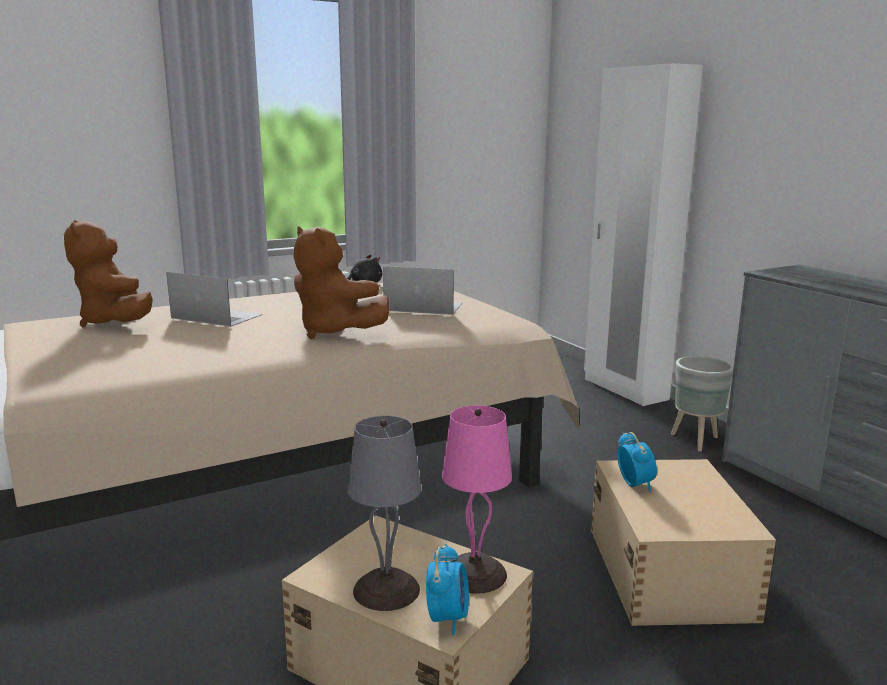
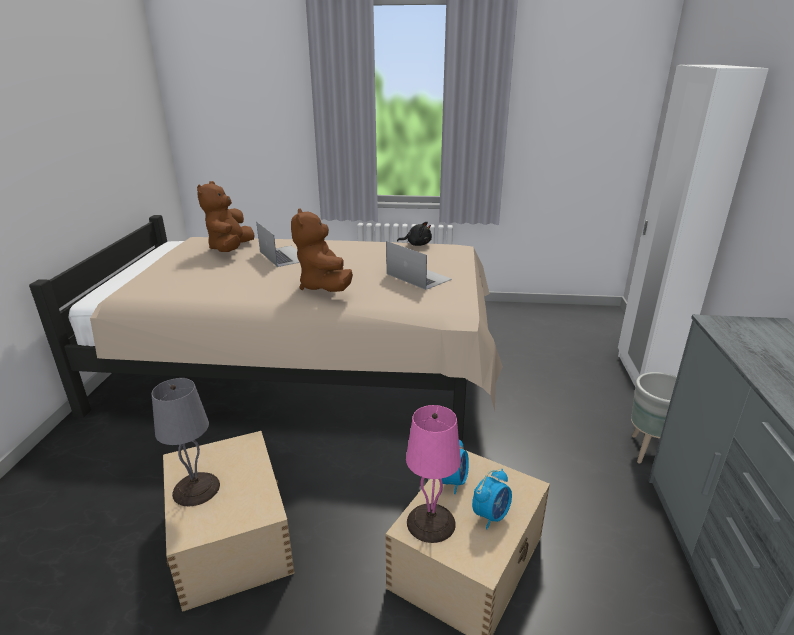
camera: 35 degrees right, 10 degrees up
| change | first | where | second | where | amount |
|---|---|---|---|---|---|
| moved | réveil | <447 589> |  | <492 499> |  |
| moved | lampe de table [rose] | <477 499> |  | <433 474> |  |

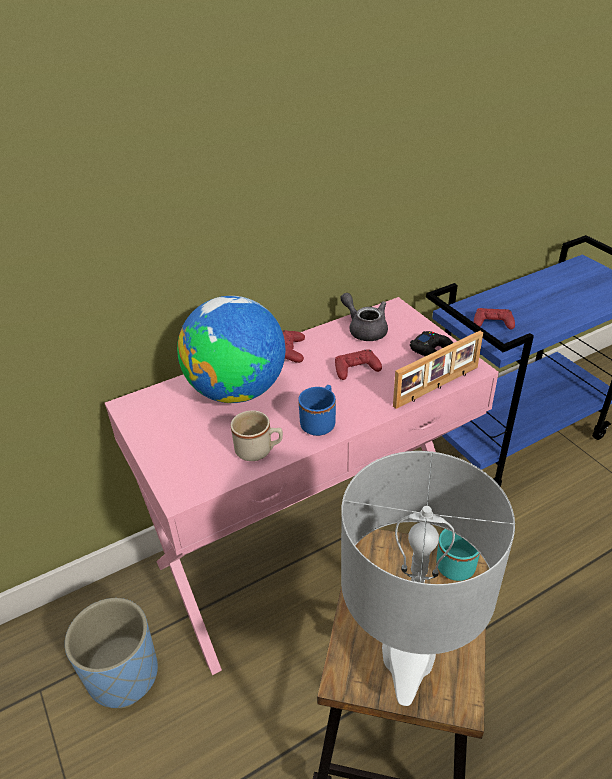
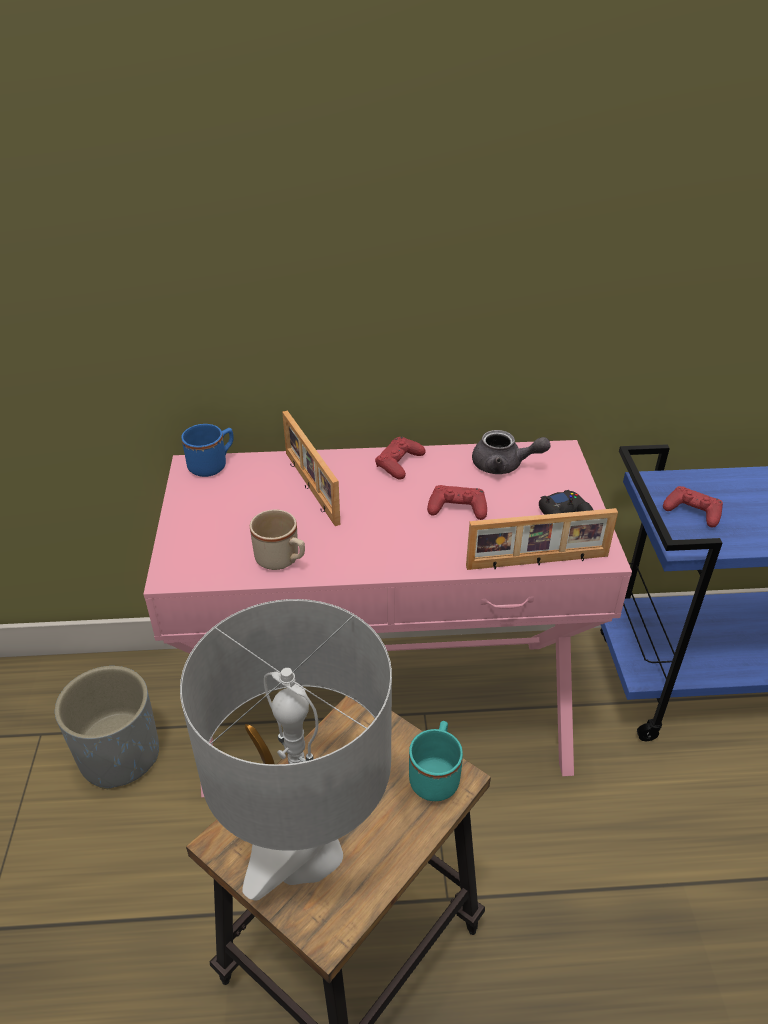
camera: 25 degrees right, 0 degrees up
| change | first | where | second | where | amount |
|---|---|---|---|---|---|
| moved | mug [bleu] | <317 410> |  | <207 450> |  |
| replaced | globe | <231 349> | cadre photo | <311 468> |  |
| recoloured | cache-pot [bleu] | <111 653> | cache-pot [gris] | <107 727> |  |
| turned | théière [gris] | <364 317> |  | <511 452> | 120 degrees clockwise |

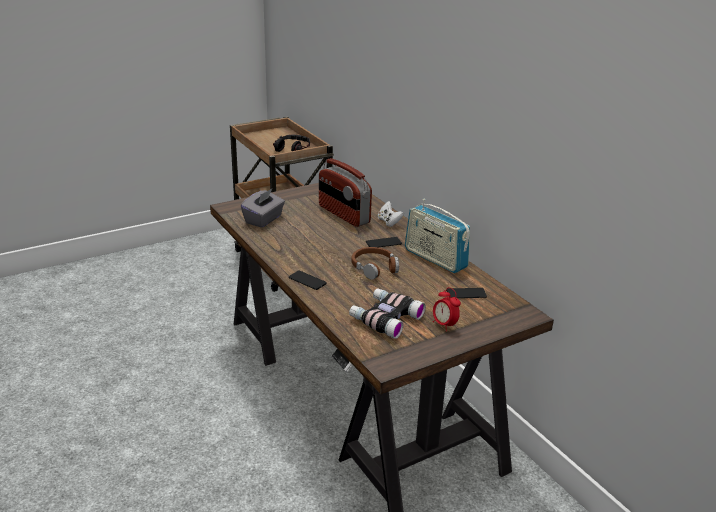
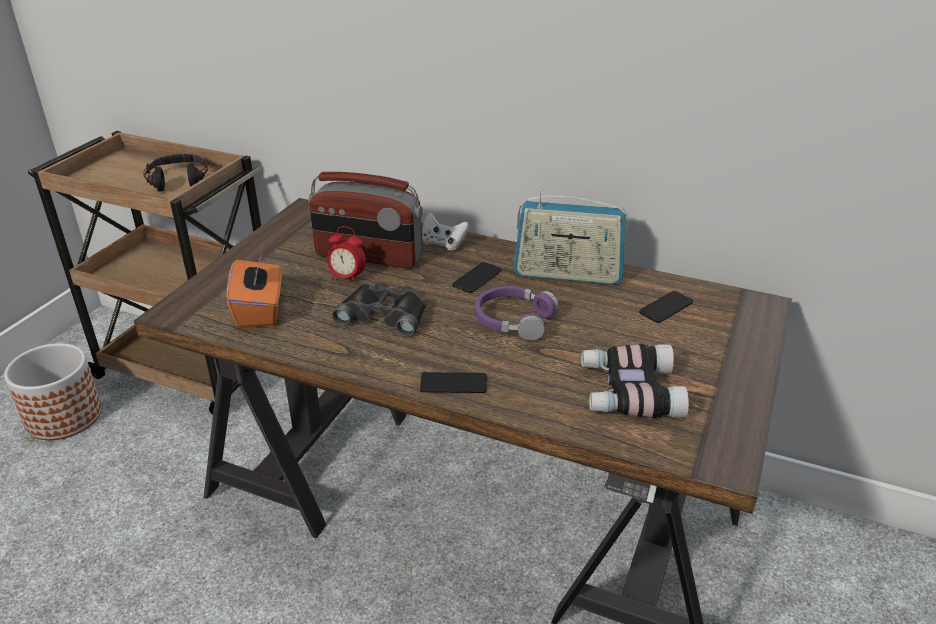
camera: 35 degrees left, 5 degrees up
| change | first | where | second | where | amount |
|---|---|---|---|---|---|
| added |  |  | cache-pot | <53 391> |  |
| added |  |  | jumelles [noir] | <379 309> |  |
| moved | réveil | <447 310> |  | <346 255> |  |
| recoloured | boîte à mouchoirs [gris] | <263 208> | boîte à mouchoirs [orange] | <254 291> |  |
| recoloured | casque audio [marron] | <375 263> | casque audio [violet] | <517 313> |  |

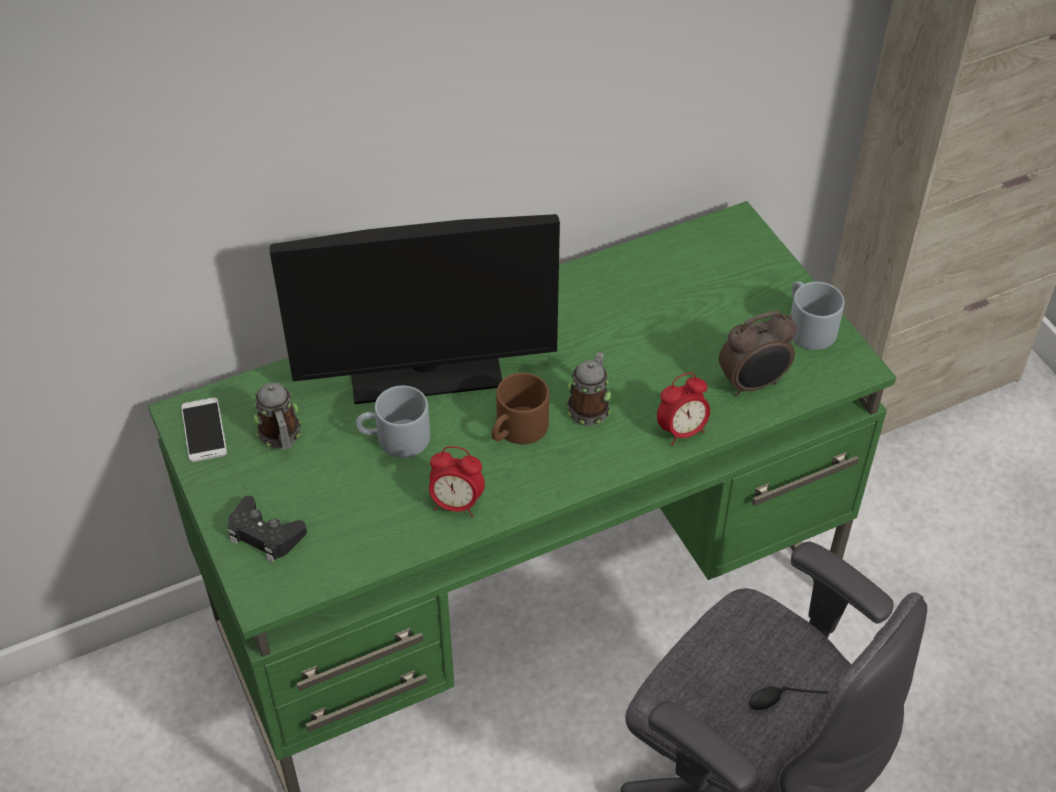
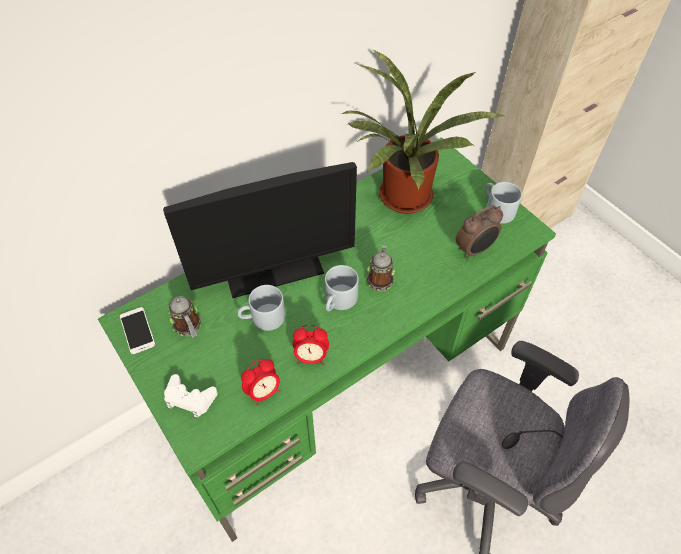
camera: 10 degrees left, 5 degrees up
| change | first | where | second | where | amount |
|---|---|---|---|---|---|
| added |  |  | plante en pot | <424 132> |  |
| moved | réveil | <683 409> |  | <260 382> |  |
| recoloured | manette [noir] | <267 529> | manette [blanc] | <191 396> |  |
| recoloured | mug [marron] | <520 408> | mug [gris] | <342 288> |  |

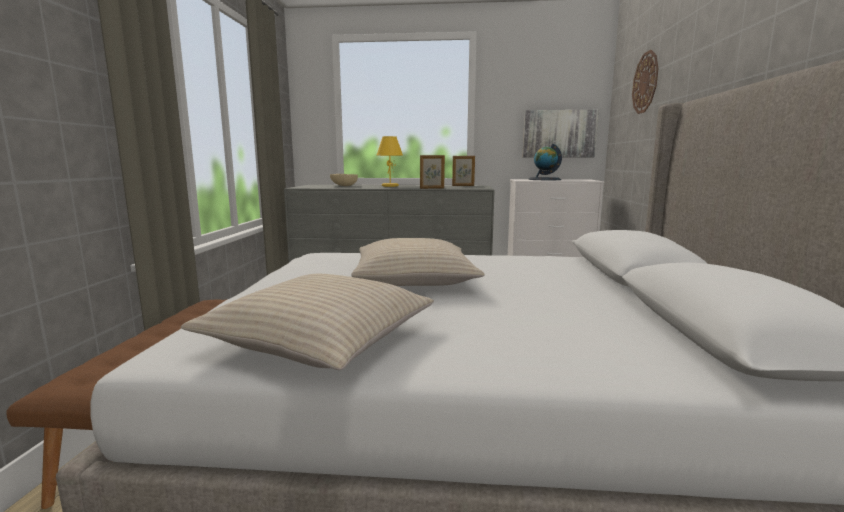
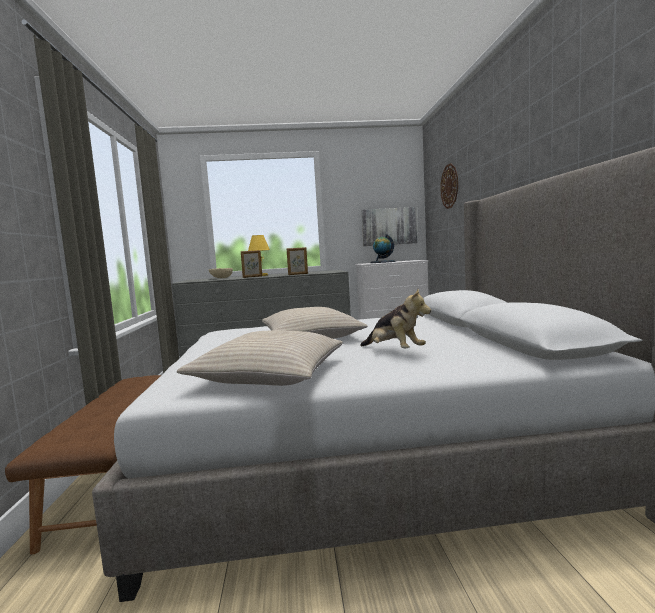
camera: 10 degrees left, 5 degrees down
| change | first | where | second | where | amount |
|---|---|---|---|---|---|
| added |  |  | peluche | <395 318> |  |
| moved | cadre photo | <463 171> |  | <251 264> |  |

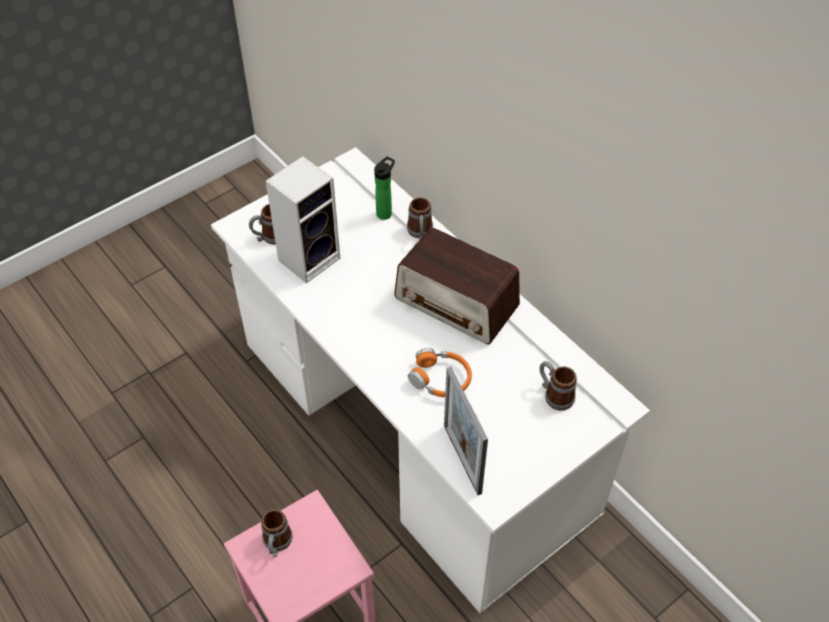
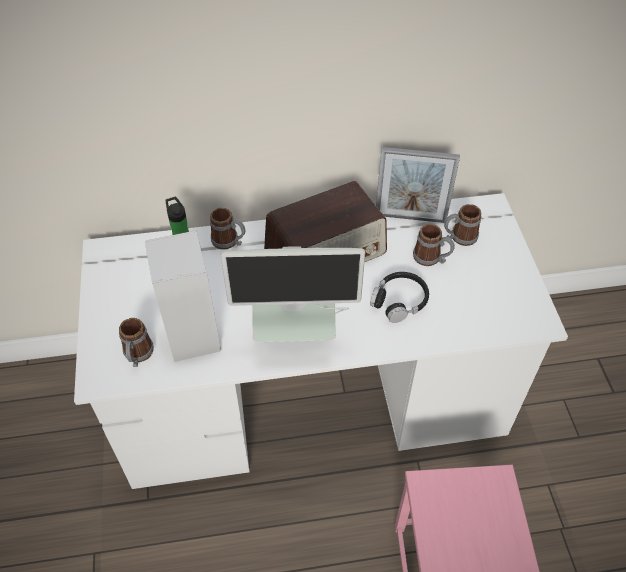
camera: 60 degrees left, 0 degrees up
| change | first | where | second | where | amount |
|---|---|---|---|---|---|
| added |  |  | écran d'ordinateur | <293 294> |  |
| moved | mug | <277 533> |  | <434 245> |  |
| moved | cadre photo | <466 431> |  | <418 185> |  |
| recoloured | casque audio [orange] | <440 372> | casque audio [noir] | <399 297> |  |

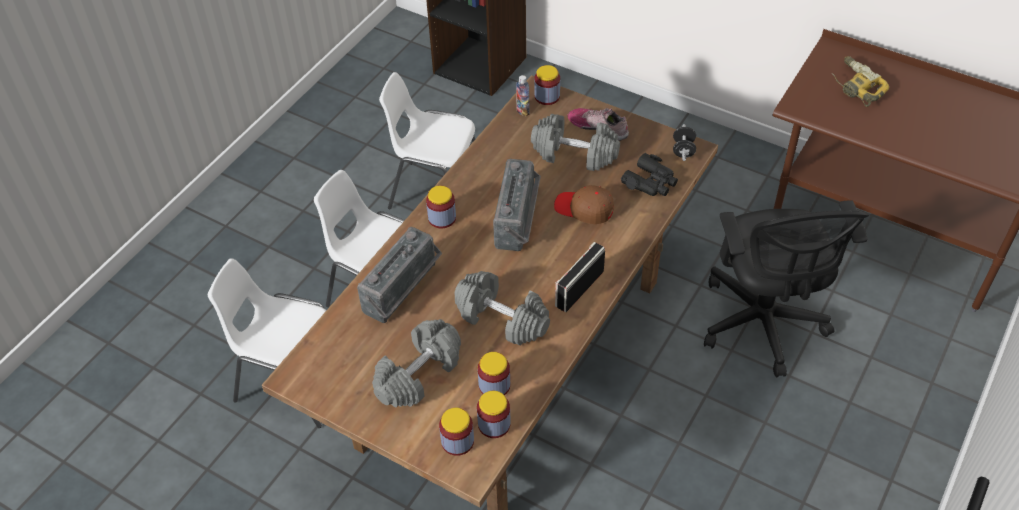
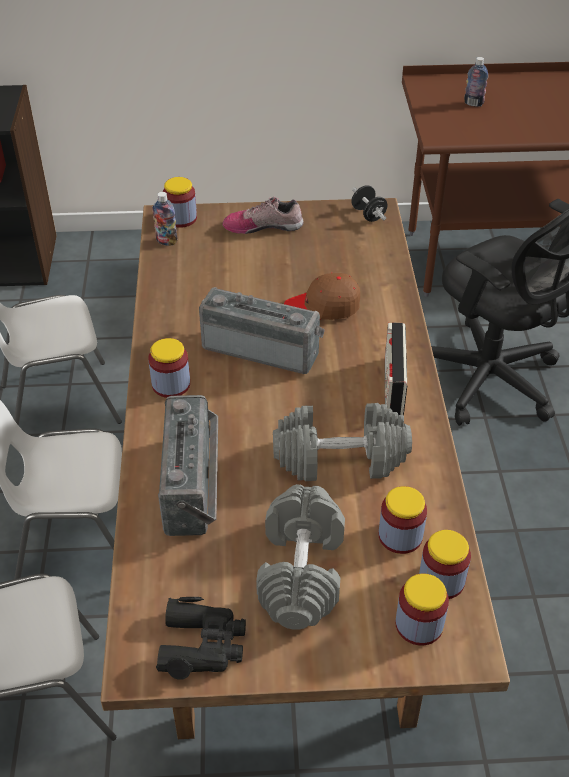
camera: 35 degrees left, 5 degrees down
| change | first | where | second | where | amount |
|---|---|---|---|---|---|
| removed | haltère [gris] | <575 142> |  |  |  |
| moved | jumelles [noir] | <649 174> |  | <201 638> |  |
| replaced | perceuse | <860 81> | bouteille | <476 82> |  |
| turned | radio | <517 205> |  | <262 330> | 45 degrees counterclockwise |

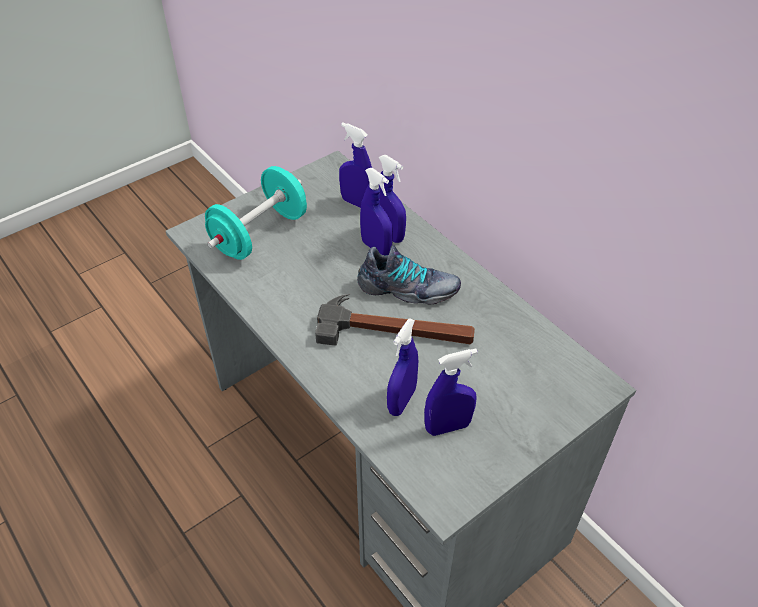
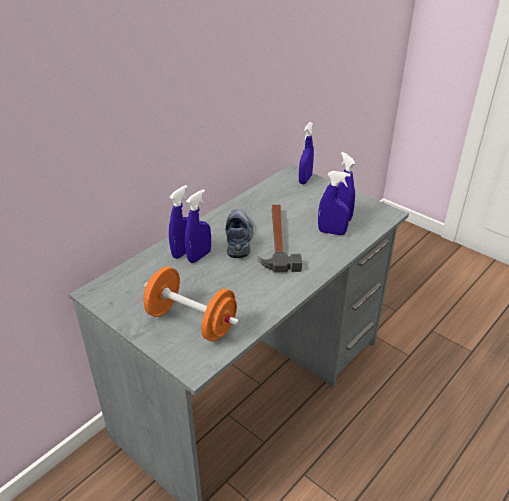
camera: 100 degrees left, 10 degrees down
| change | first | where | second | where | amount |
|---|---|---|---|---|---|
| moved | vaporisateur [bleu] | <355 165> |  | <306 153> |  |
| recoloured | haltère [turquoise] | <256 213> | haltère [orange] | <191 304> |  |

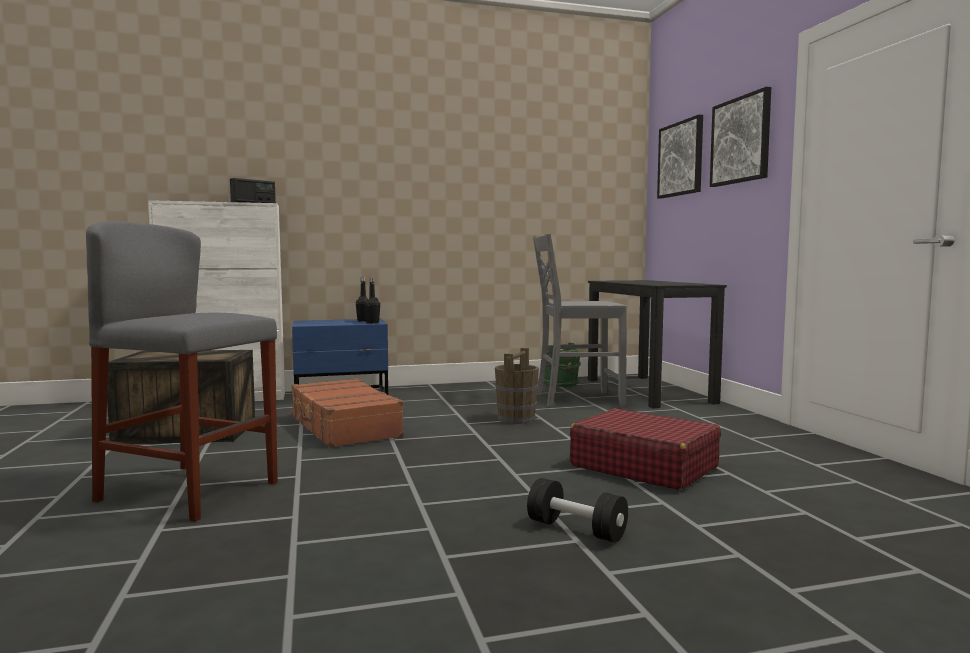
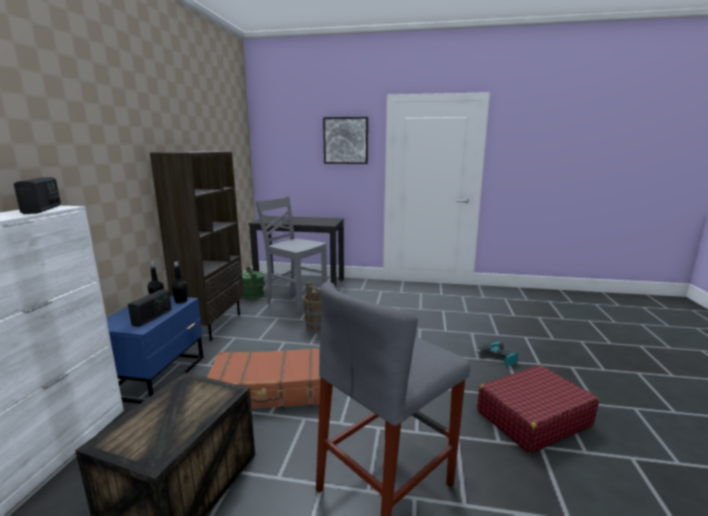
camera: 65 degrees left, 10 degrees up
| change | first | where | second | where | amount |
|---|---|---|---|---|---|
| removed | tableau | <680 157> |  |  |  |
| added |  |  | radio | <150 308> |  |
| added |  |  | bibliothèque [marron] | <197 246> |  |
| moved | valise [rouge] | <645 449> |  | <538 409> |  |
| replaced | haltère [noir] | <577 510> | perceuse | <497 353> |  |
| turned | chaise [gris] | <580 320> |  | <291 256> | 105 degrees clockwise |

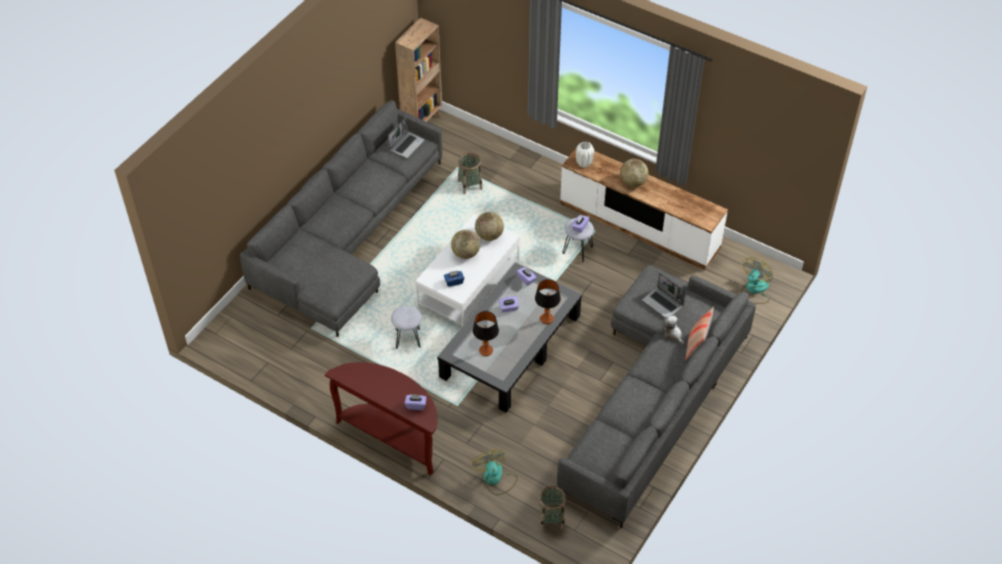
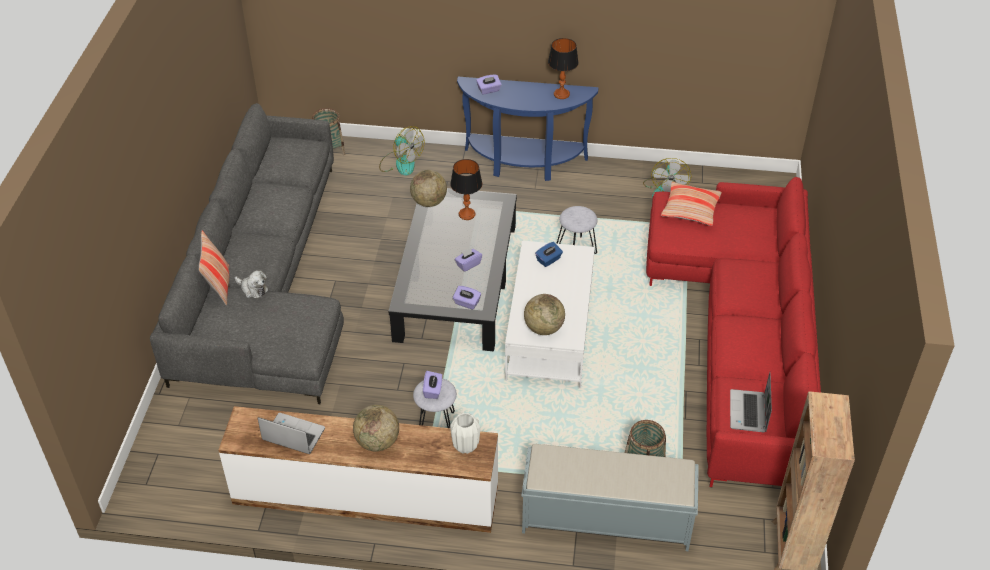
camera: 155 degrees right, 5 degrees down
| change | first | where | second | where | amount |
|---|---|---|---|---|---|
| added |  |  | banc [gris] | <610 497> |  |
| added |  |  | coussin | <691 204> |  |
| moved | globe | <465 244> |  | <428 188> |  |
| moved | lampe de table | <548 301> |  | <563 68> |  |
| moved | ordinateur portable | <664 295> |  | <291 433> |  |
| moved | ventilateur | <757 280> |  | <667 178> |  |
| recoloured | canapé [gris] | <341 218> | canapé [rouge] | <733 332> |  |
| recoloured | table console [marron] | <381 419> | table console [bleu] | <528 129> |  |

